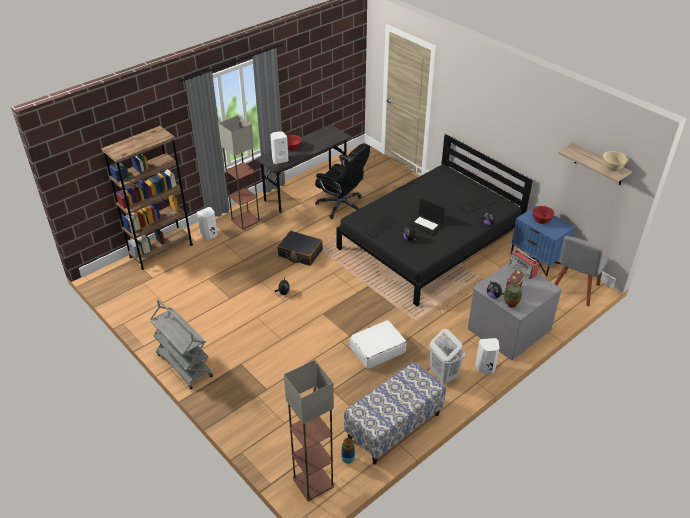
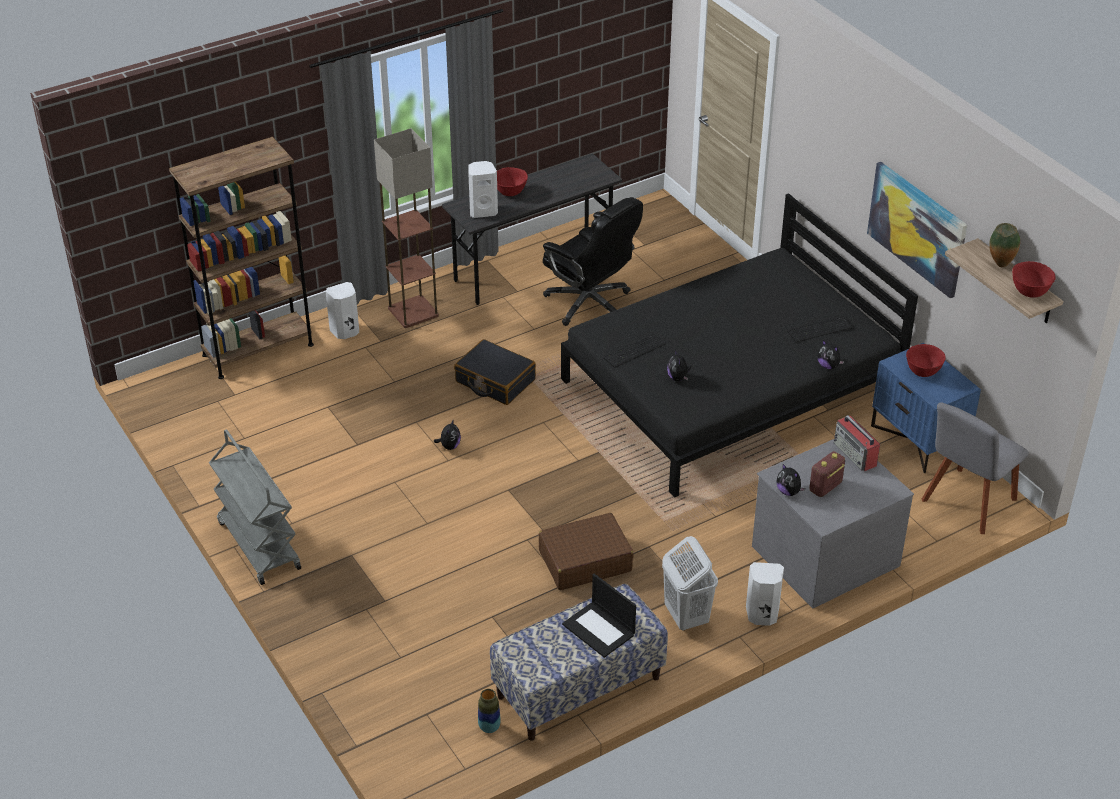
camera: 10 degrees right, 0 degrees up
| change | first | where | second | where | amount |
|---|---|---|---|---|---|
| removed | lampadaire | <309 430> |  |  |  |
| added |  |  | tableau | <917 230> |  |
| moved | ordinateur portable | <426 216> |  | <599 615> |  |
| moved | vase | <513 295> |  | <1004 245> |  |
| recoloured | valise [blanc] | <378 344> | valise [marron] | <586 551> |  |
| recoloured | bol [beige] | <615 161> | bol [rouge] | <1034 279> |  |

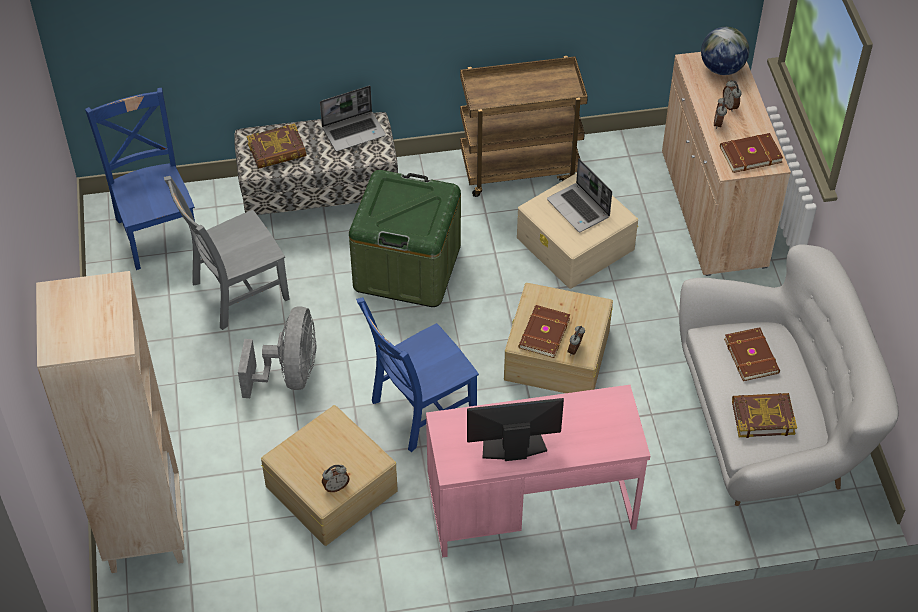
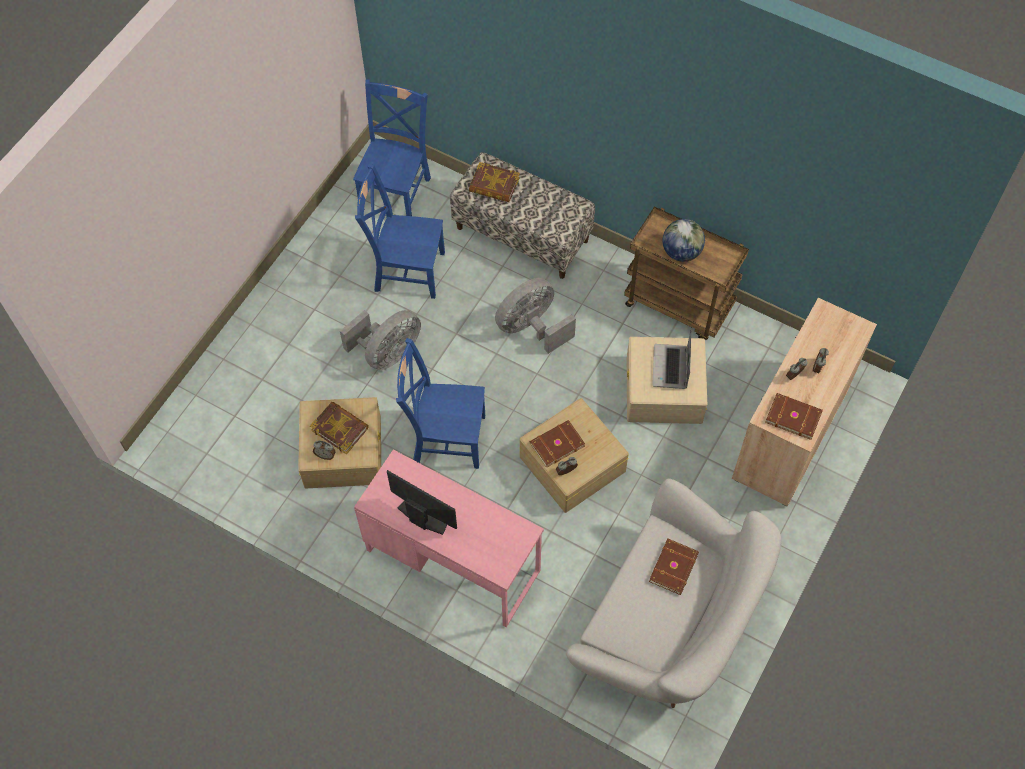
camera: 40 degrees right, 10 degrees up
| change | first | where | second | where | amount |
|---|---|---|---|---|---|
| removed | bibliothèque [beige] | <110 422> |  |  |  |
| removed | ordinateur portable | <353 118> |  |  |  |
| moved | globe | <725 51> |  | <684 240> |  |
| moved | livre | <764 415> |  | <339 428> |  |
| replaced | boîte de rangement [vert] | <405 238> | ventilateur [gris] | <535 316> |  |
| recoloured | chaise [gris] | <227 253> | chaise [bleu] | <400 231> |  |

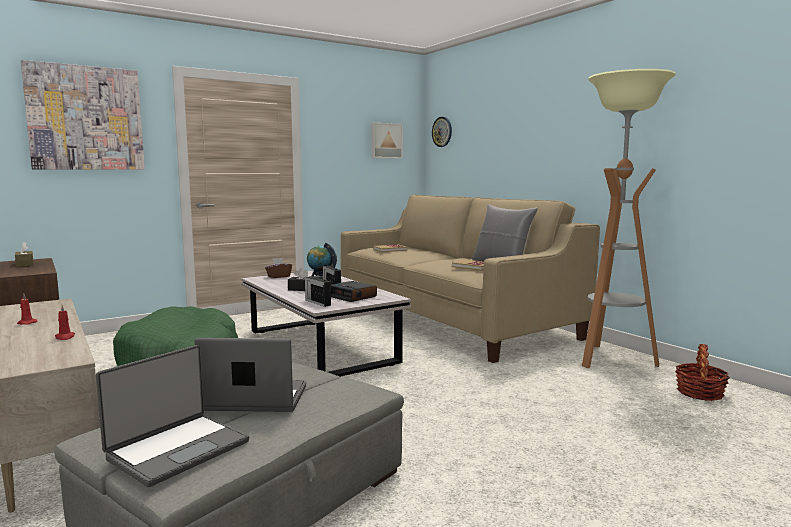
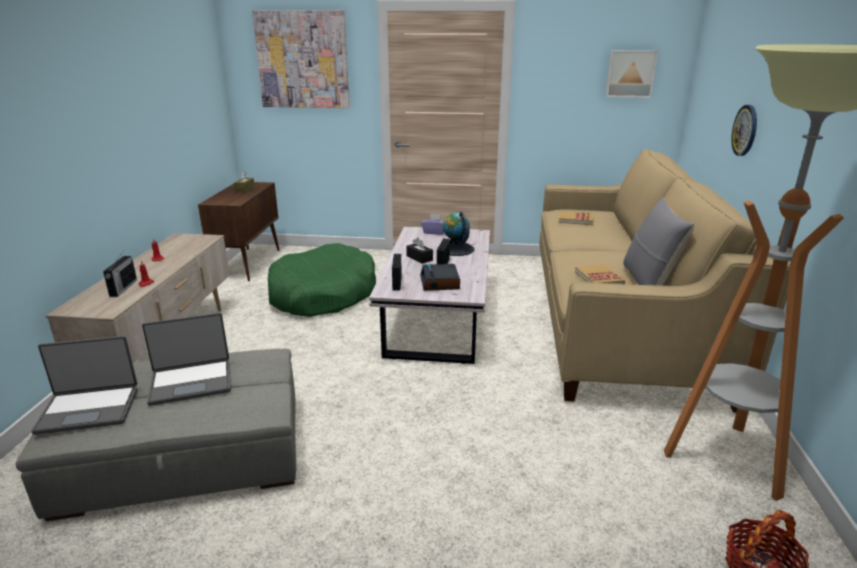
camera: 40 degrees right, 15 degrees up
| change | first | where | second | where | amount |
|---|---|---|---|---|---|
| added |  |  | radio | <120 274> |  |
| moved | horloge murale | <442 132> |  | <744 130> |  |
| recoloured | boîte à mouchoirs [marron] | <278 268> | boîte à mouchoirs [violet] | <432 224> |  |
| turned | ordinateur portable | <250 375> |  | <186 359> | 120 degrees clockwise |

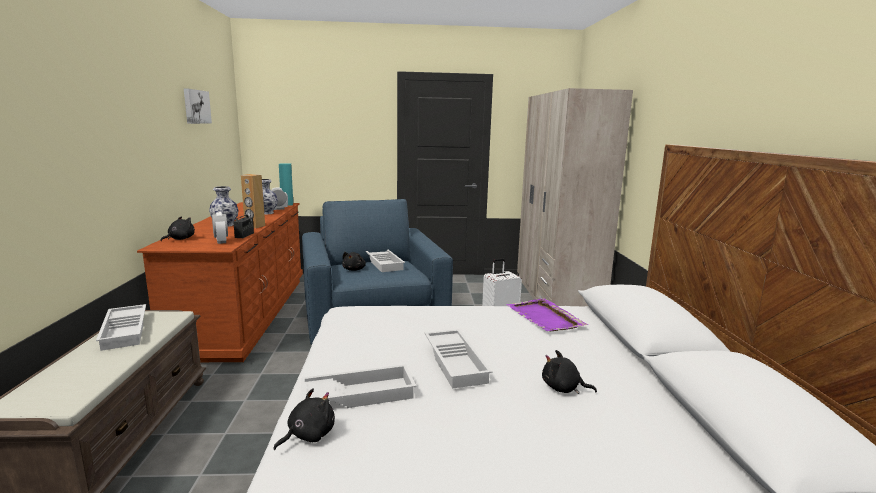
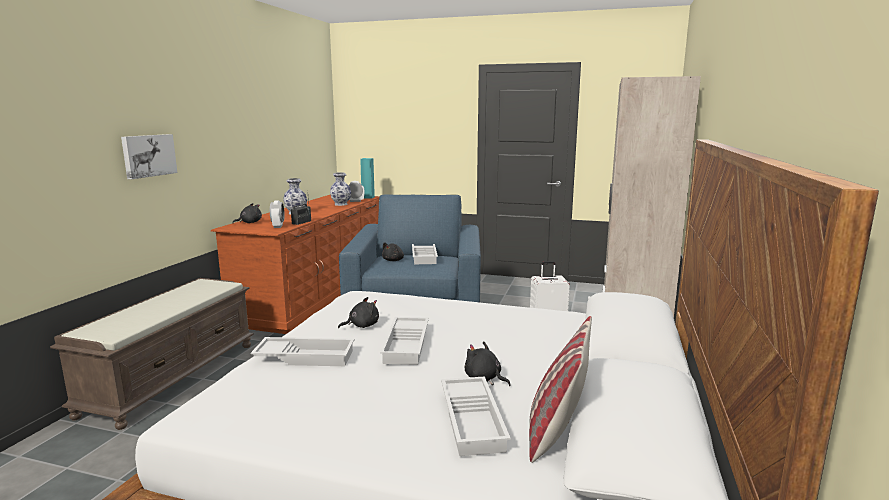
camera: 20 degrees right, 0 degrees up
| change | first | where | second | where | amount |
|---|---|---|---|---|---|
| removed | enceinte [marron] | <253 201> |  |  |  |
| removed | plateau [violet] | <547 314> |  |  |  |
| added |  |  | coussin | <560 389> |  |
| moved | plateau [blanc] | <121 327> |  | <476 416> |  |
| moved | tableau | <198 106> |  | <149 156> |  |
| moved | peluche [noir] | <304 419> |  | <358 312> |  |

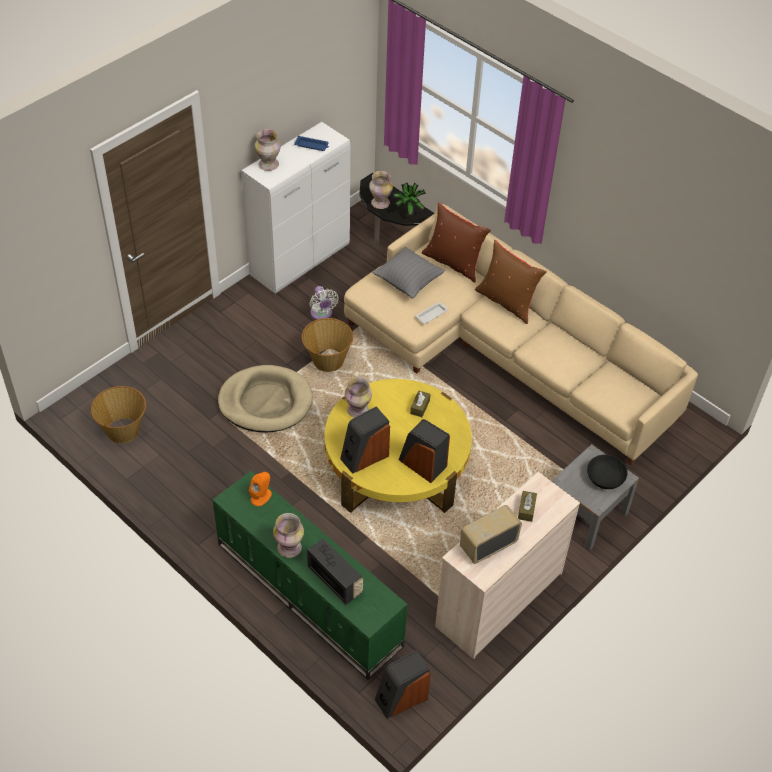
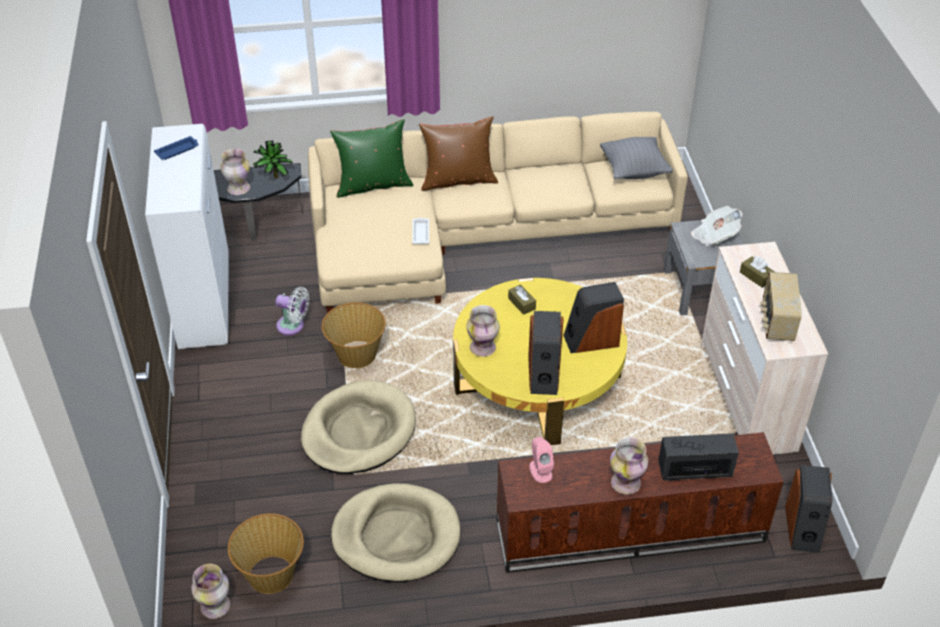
camera: 50 degrees left, 5 degrees down
| change | first | where | second | where | amount |
|---|---|---|---|---|---|
| added |  |  | panier pour chien [beige] | <396 532> |  |
| moved | vase | <268 150> |  | <210 591> |  |
| moved | coussin [gris] | <409 272> |  | <636 158> |  |
| replaced | bol [noir] | <607 471> | journal | <717 226> |  |
| recoloured | meuble télé [vert] | <310 575> | meuble télé [marron] | <640 502> |  |
| recoloured | enceinte [orange] | <260 489> | enceinte [rose] | <541 460> |  |
| recoloured | coussin [marron] | <456 243> | coussin [vert] | <371 158> |  |

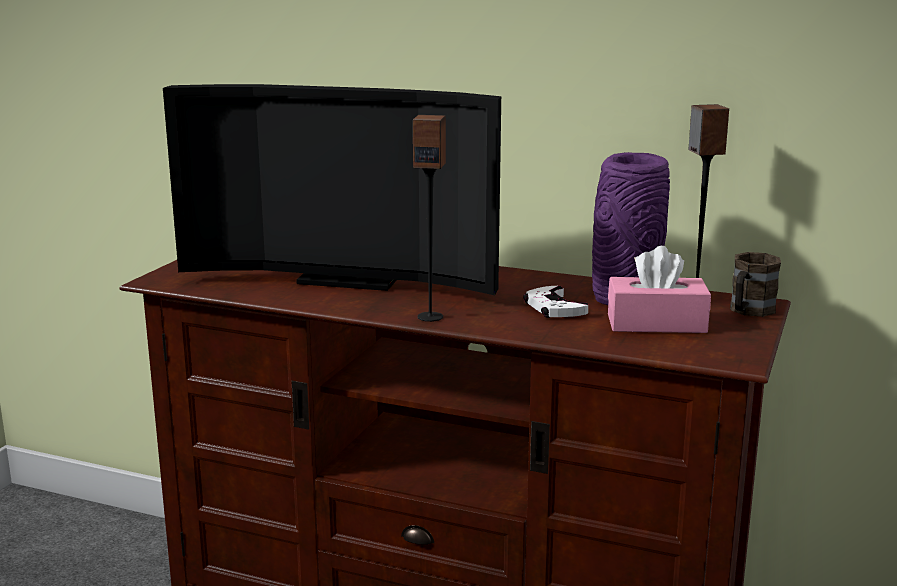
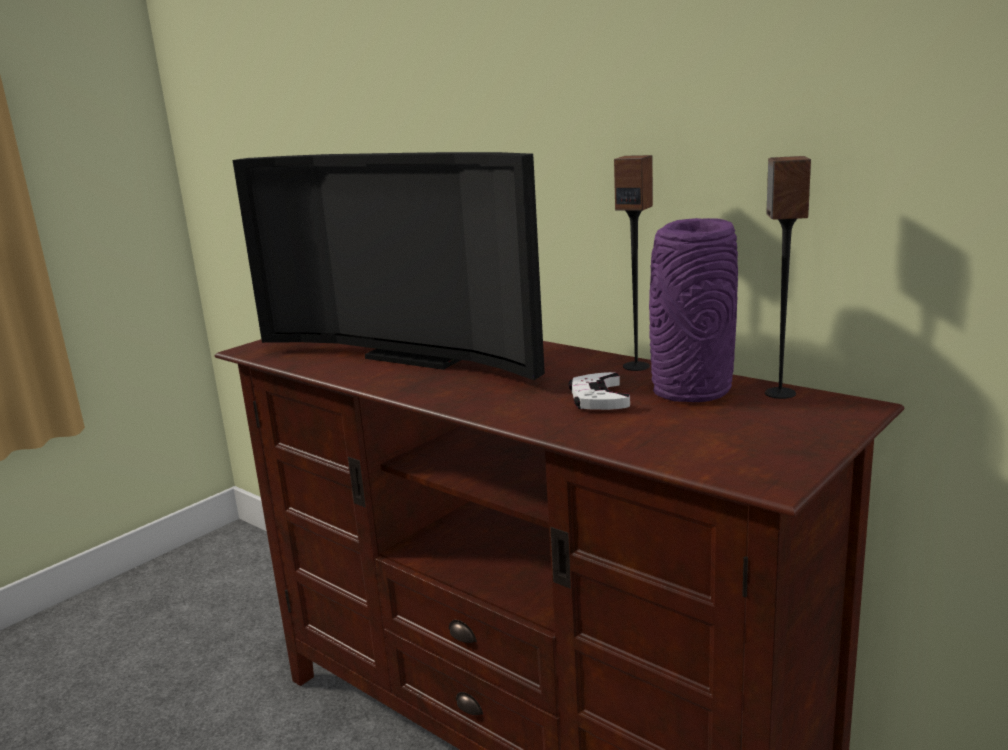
camera: 20 degrees right, 0 degrees up
| change | first | where | second | where | amount |
|---|---|---|---|---|---|
| removed | boîte à mouchoirs [rose] | <659 289> |  |  |  |
| removed | mug [marron] | <755 284> |  |  |  |
| moved | enceinte | <429 218> |  | <633 263> |  |

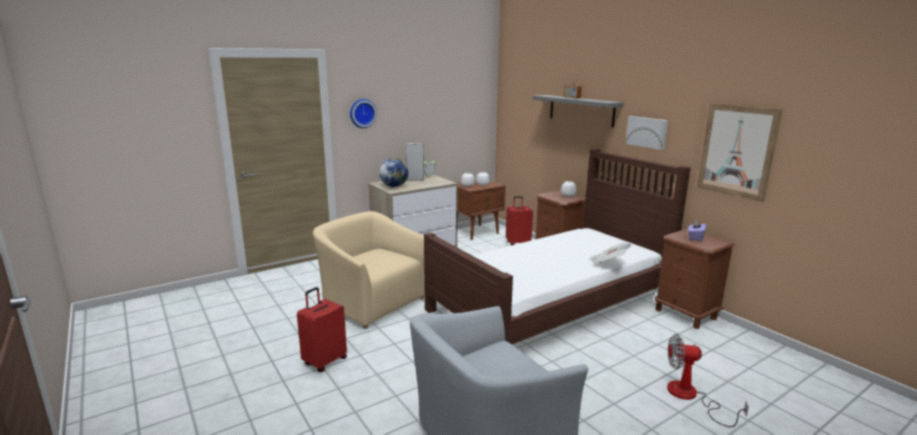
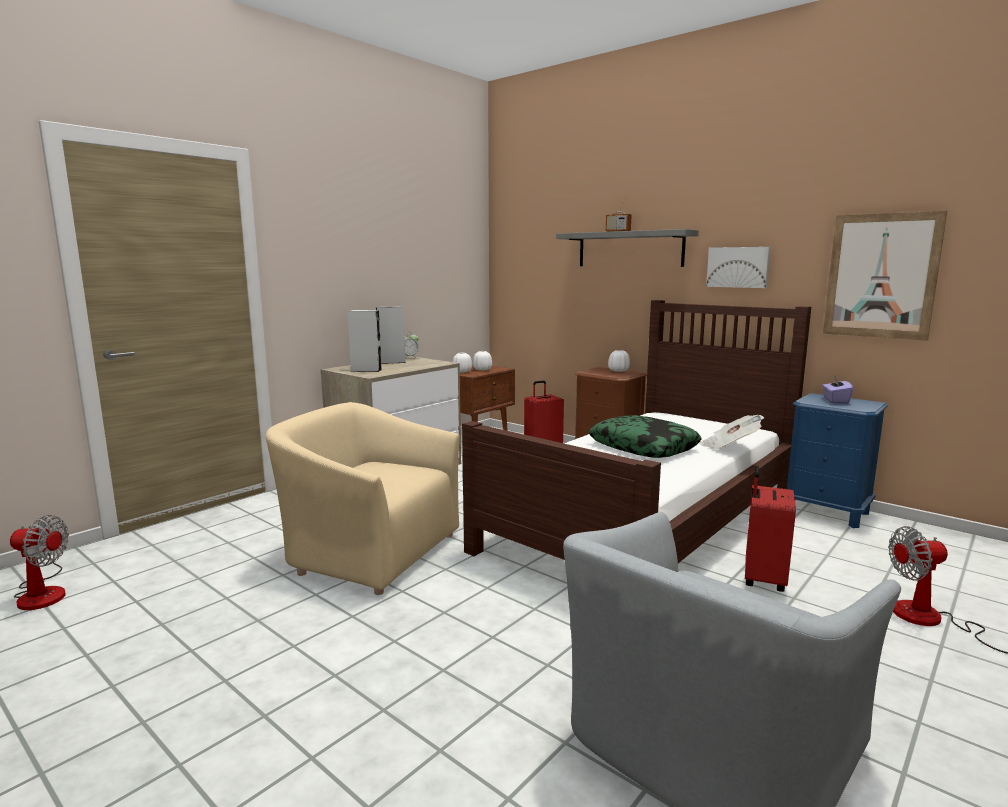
camera: 15 degrees left, 5 degrees down
| change | first | where | second | where | amount |
|---|---|---|---|---|---|
| removed | horloge murale | <363 113> |  |  |  |
| added |  |  | ventilateur | <39 562> |  |
| added |  |  | coussin | <644 436> |  |
| moved | valise [rouge] | <322 329> |  | <770 529> |  |
| replaced | globe | <393 172> | enceinte [gris] | <364 341> |  |
| recoloured | table de chevet [marron] | <694 279> | table de chevet [bleu] | <837 460> |  |

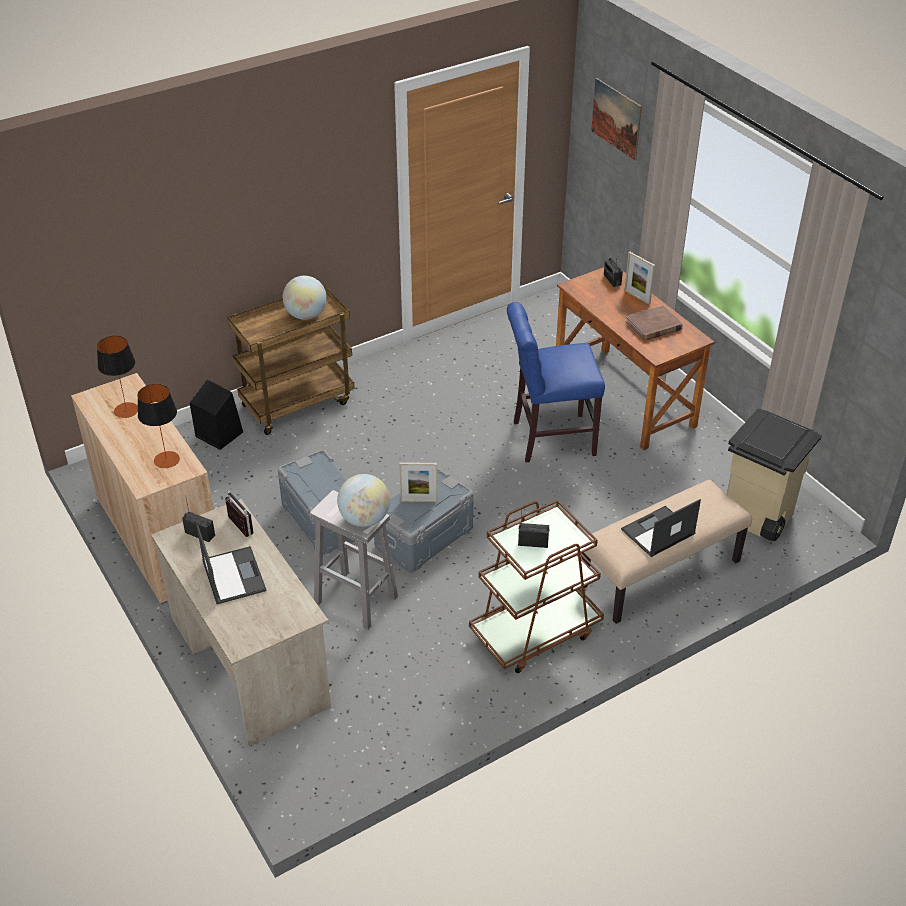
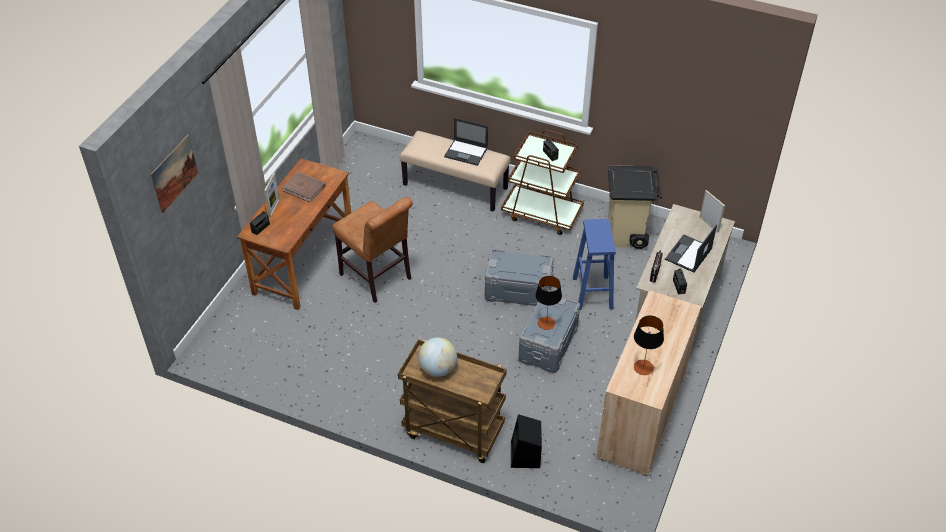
camera: 125 degrees left, 5 degrees up
| change | first | where | second | where | amount |
|---|---|---|---|---|---|
| removed | globe | <363 500> |  |  |  |
| moved | lampe de table | <158 426> |  | <548 303> |  |
| moved | cadre photo | <418 482> |  | <712 211> |  |
| moved | poubelle [beige] | <774 475> |  | <635 207> |  |
| recoloured | tabouret [blanc] | <354 560> | tabouret [bleu] | <594 264> |  |
| recoloured | chaise [bleu] | <556 382> | chaise [marron] | <372 250> |  |

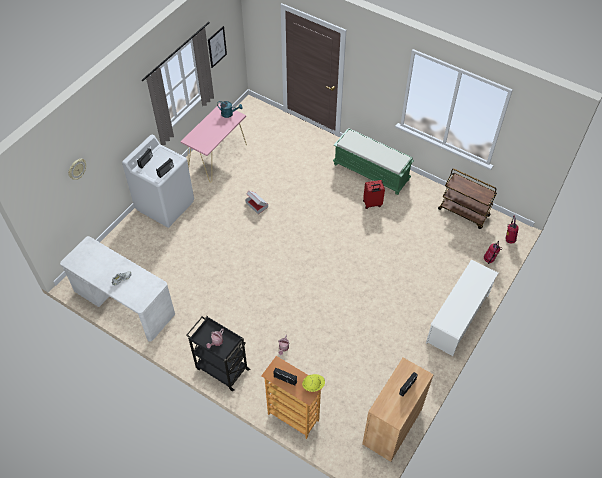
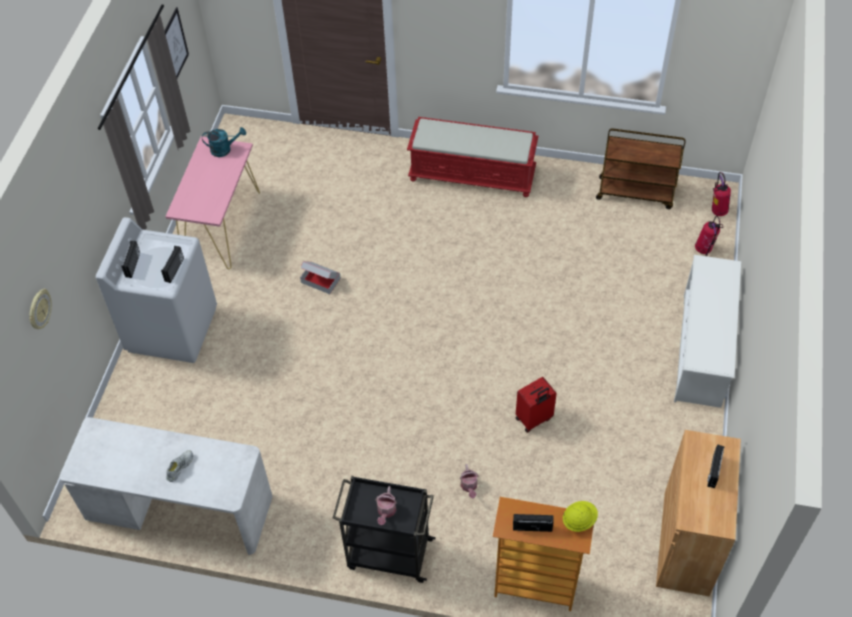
camera: 20 degrees left, 0 degrees up
| change | first | where | second | where | amount |
|---|---|---|---|---|---|
| moved | valise [rouge] | <374 194> |  | <536 405> |  |
| recoloured | banc [vert] | <373 161> | banc [rouge] | <472 157> |  |

